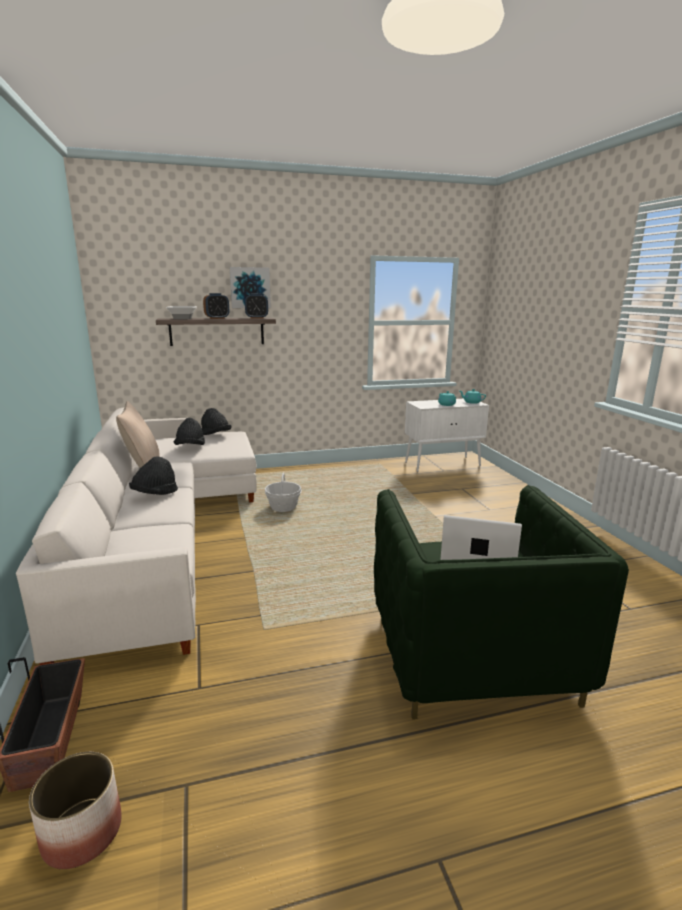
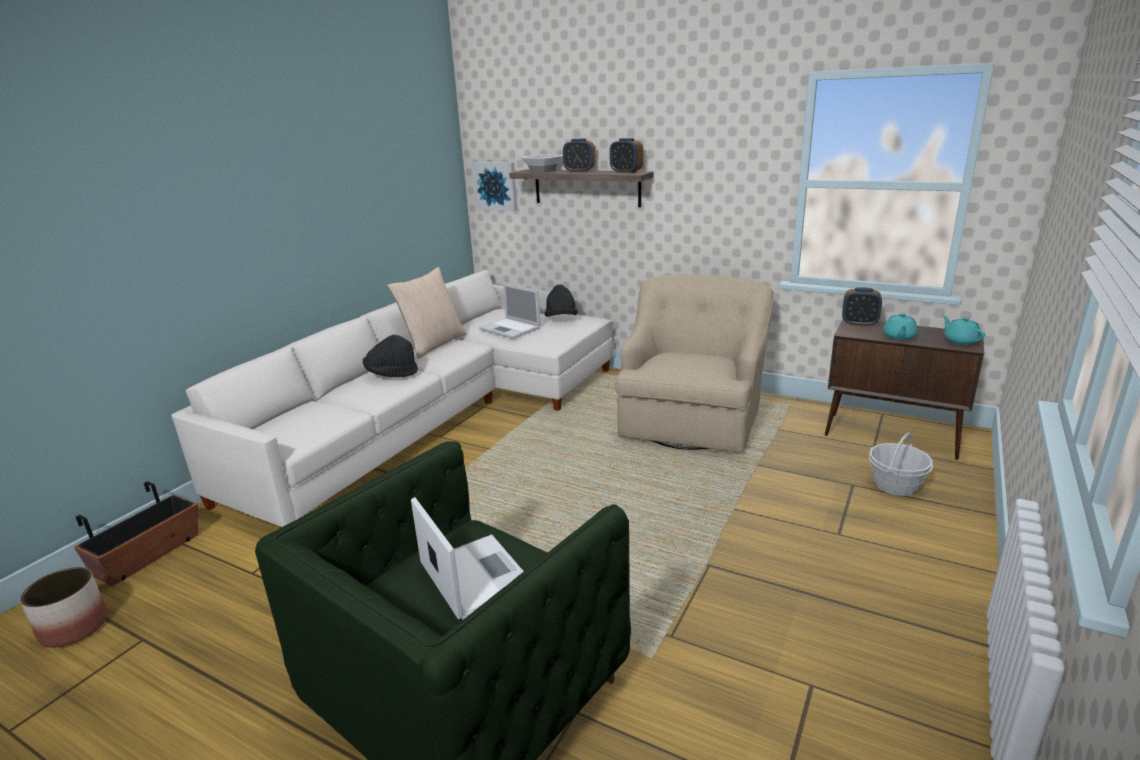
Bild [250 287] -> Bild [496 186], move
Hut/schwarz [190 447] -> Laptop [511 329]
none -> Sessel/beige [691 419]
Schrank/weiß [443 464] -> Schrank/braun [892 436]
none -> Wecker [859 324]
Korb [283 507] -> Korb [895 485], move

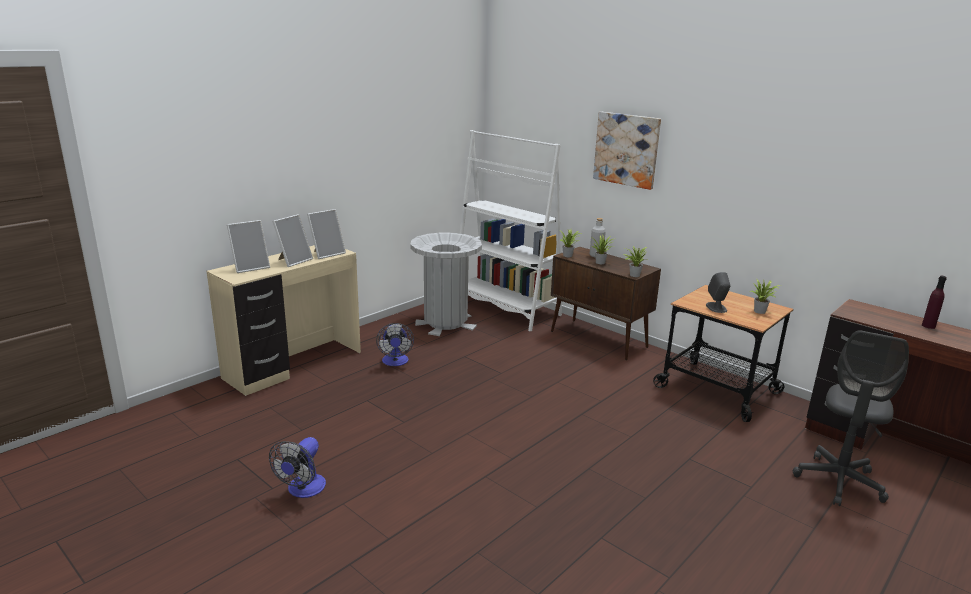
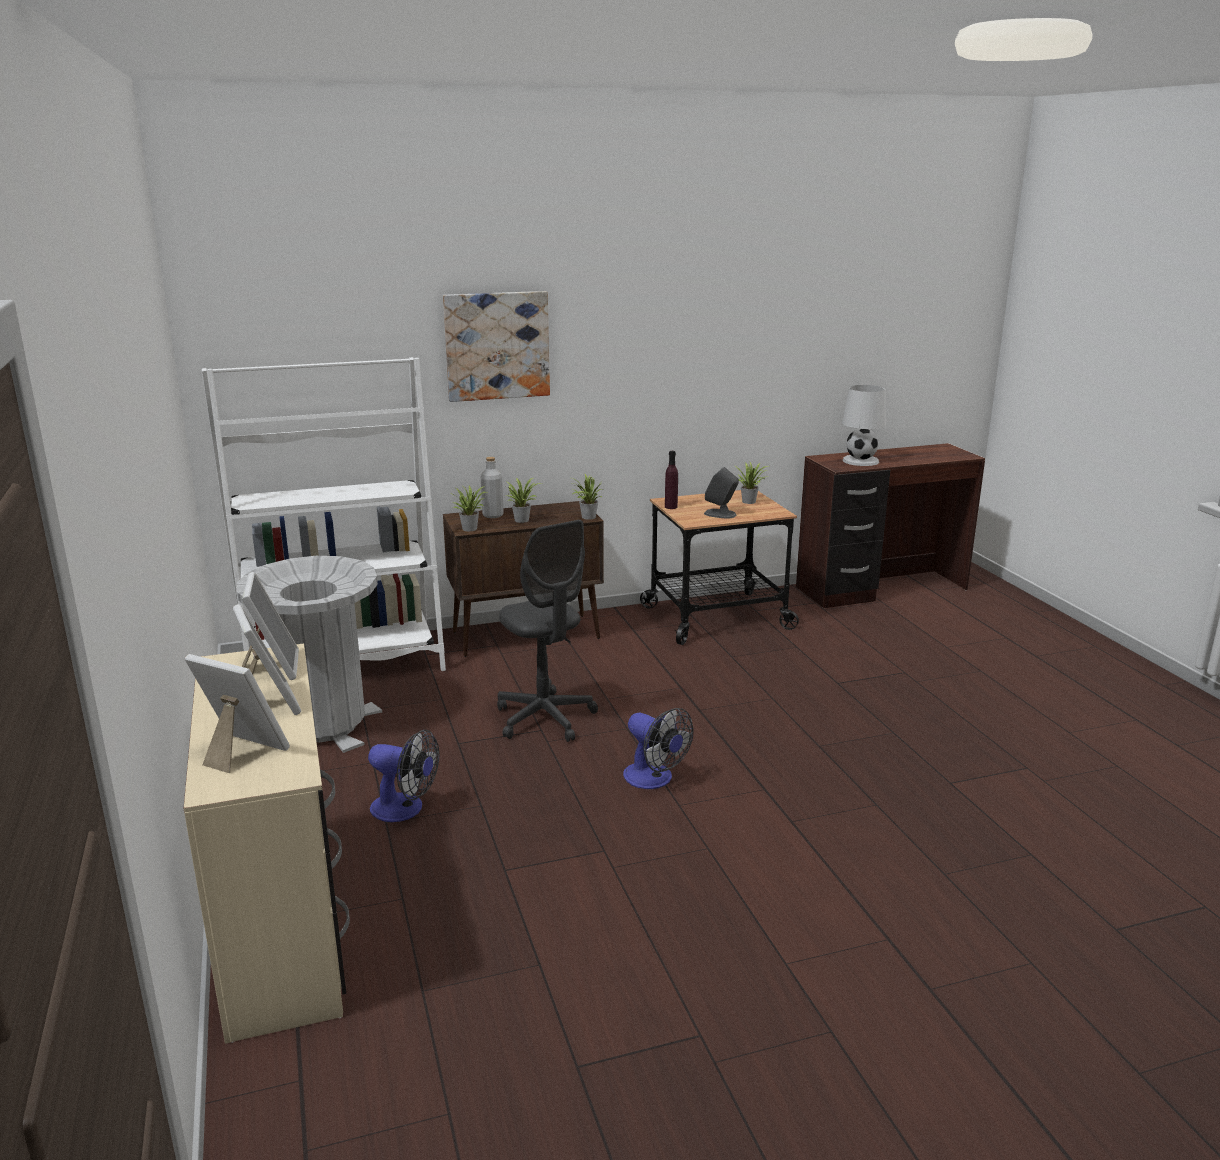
Bilderrahmen [250 267] -> Bilderrahmen [240 753], 60 degrees counterclockwise
Bürostuhl/grau [838 482] -> Bürostuhl/grau [545 718], move
Ventilator [303 490] -> Ventilator [654 779], move
Flasche/lila [928 326] -> Flasche/lila [671 507], move
none -> Tischlampe/weiß [860 461]

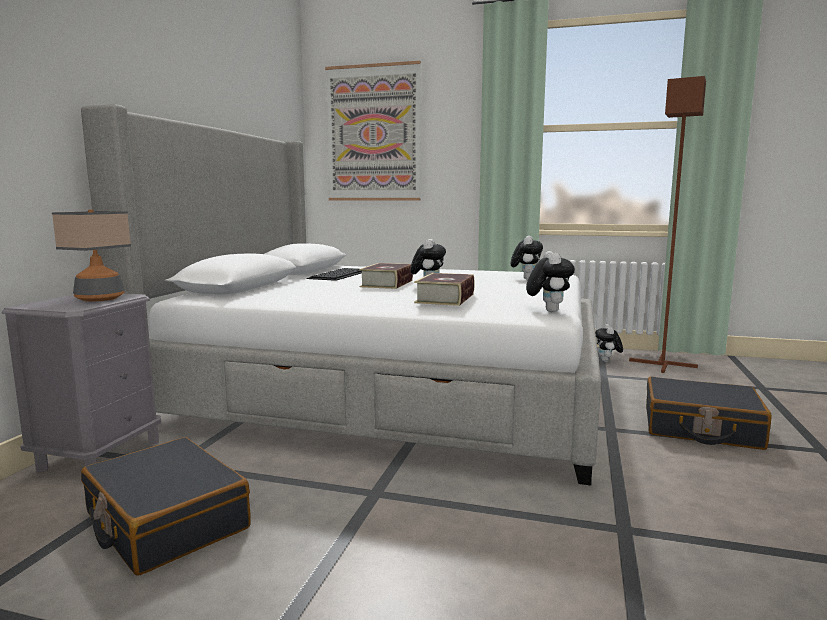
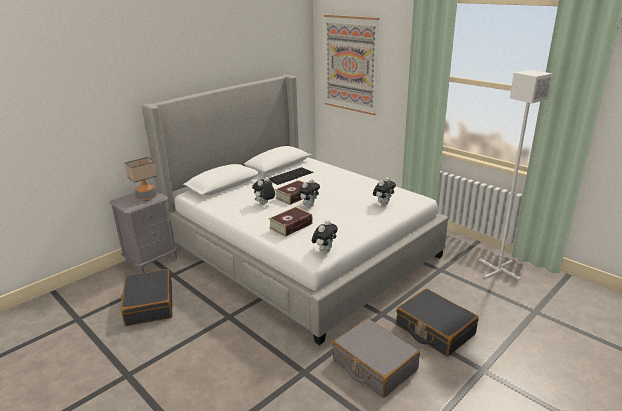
Plüschtier [607 361] -> Plüschtier [264 204], move
none -> Koffer/grau [374 365]
Stehlampe/braun [663 364] -> Stehlampe/weiß [498 270]

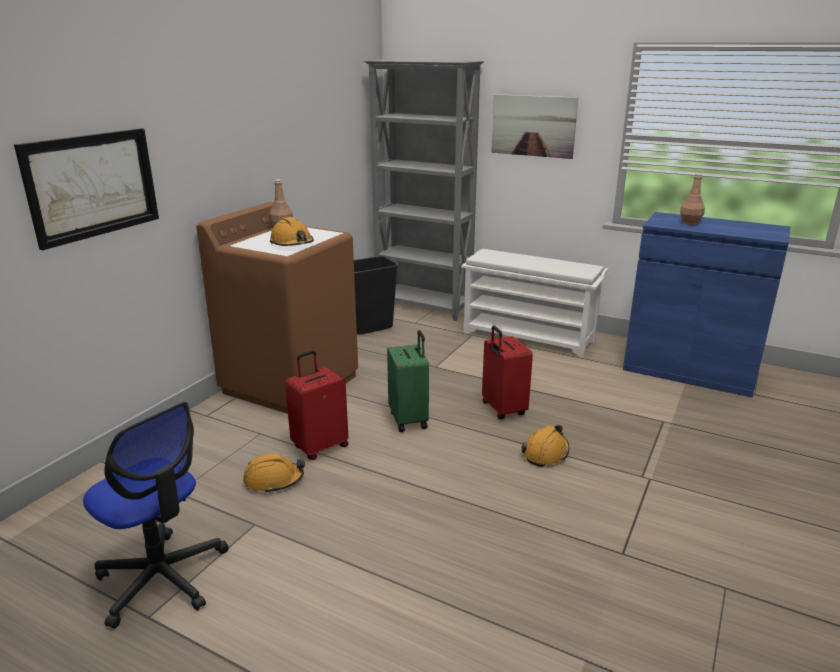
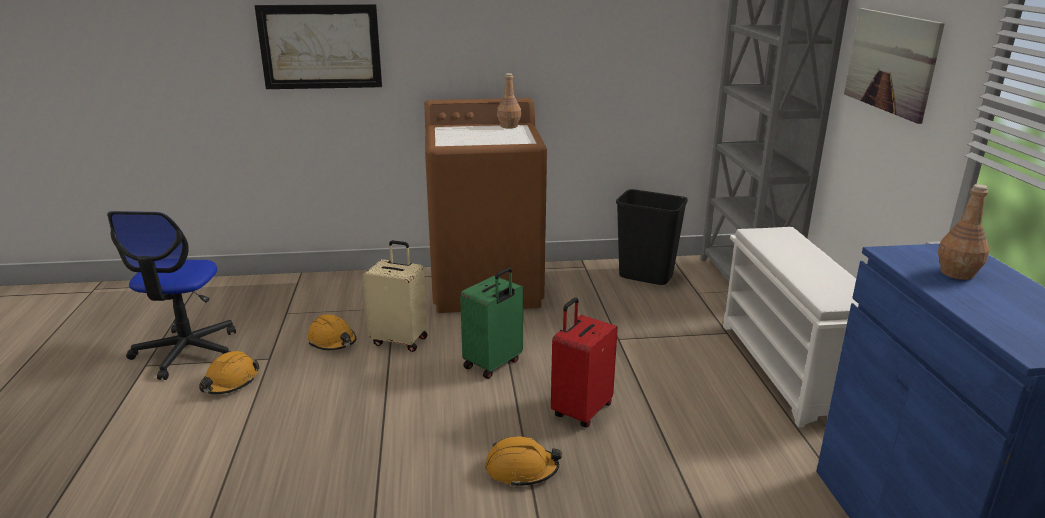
Schutzhelm/orange [292 243] -> Schutzhelm/orange [230 382], move
Koffer/rot [320 447] -> Koffer/beige [400 340]

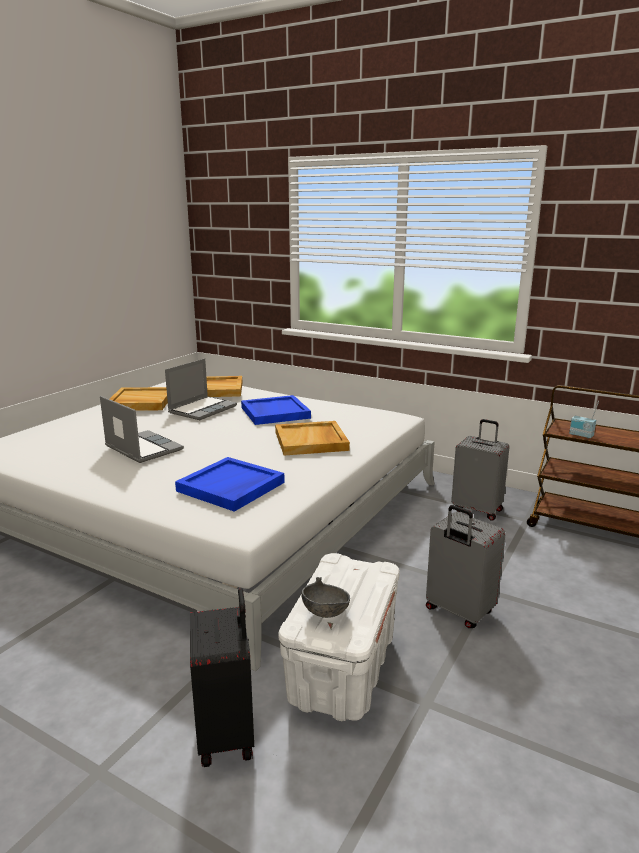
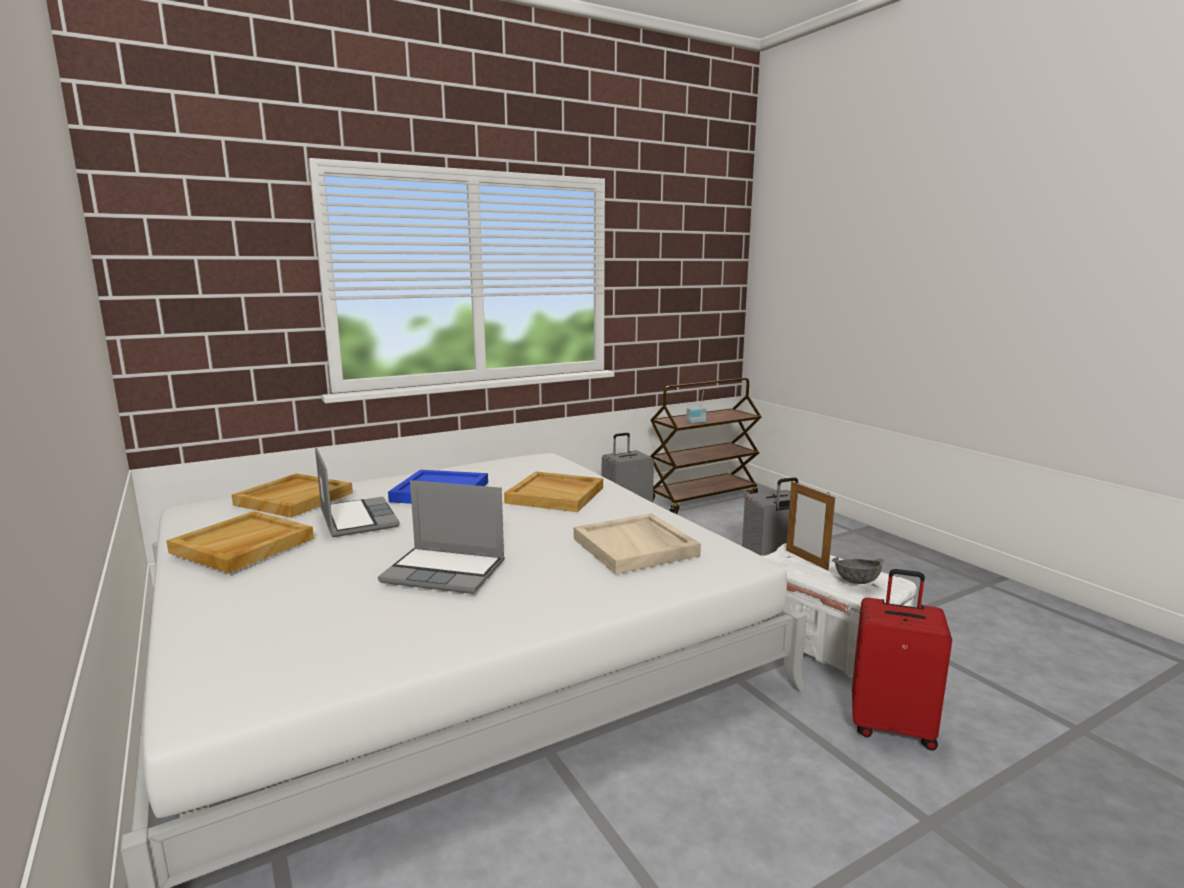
Laptop [142 448] -> Laptop [446 571], 150 degrees counterclockwise
Tablett/blau [231 487] -> Tablett/beige [636 547]
none -> Bilderrahmen [806 560]
Koffer/schwarz [228 734] -> Koffer/rot [892 726]

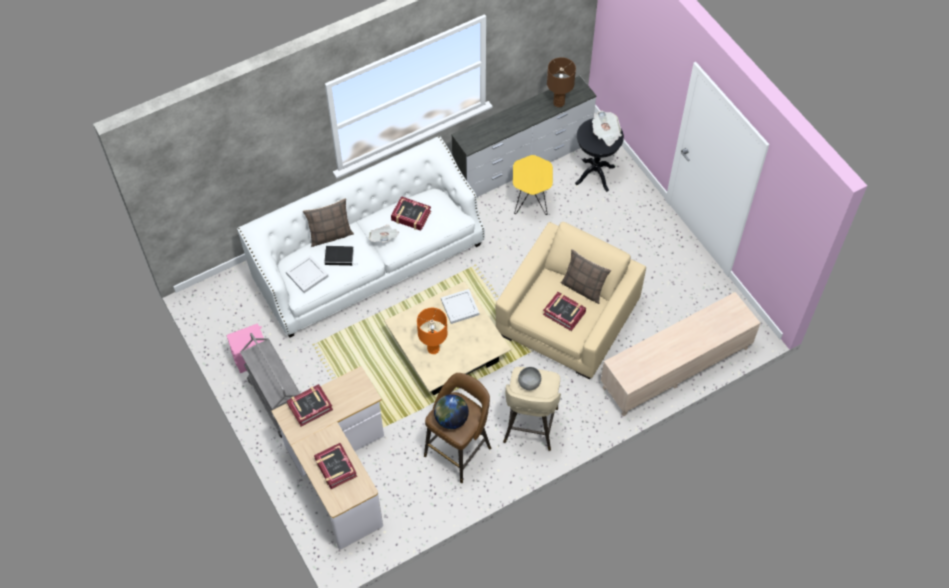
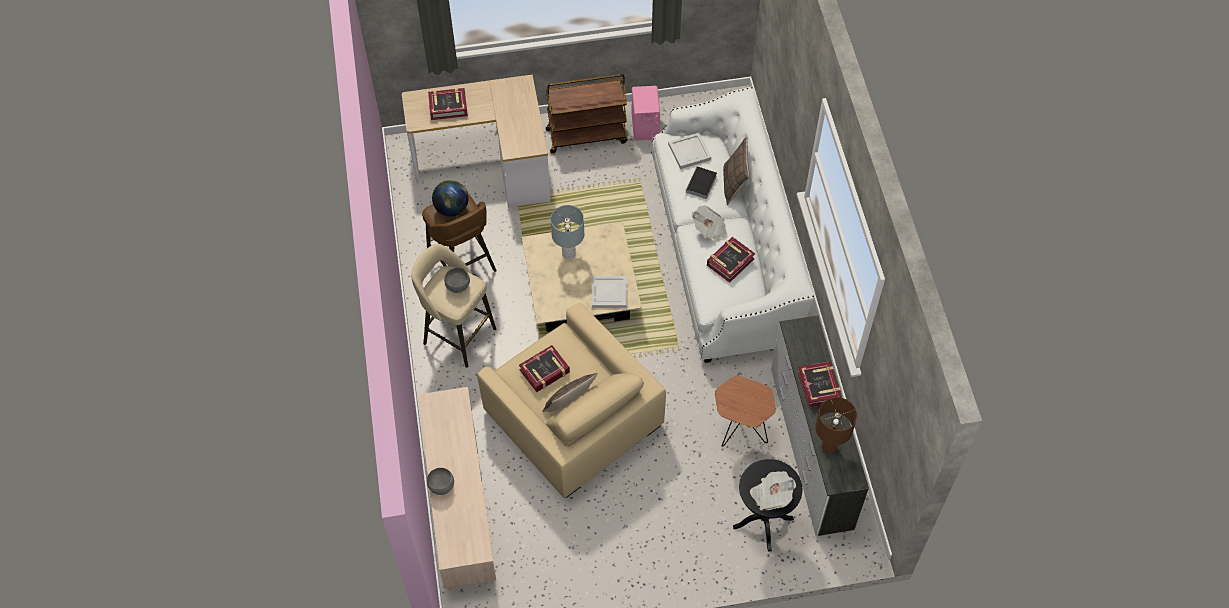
none -> Schüssel/grau [441 486]
Rollwagen/grau [277 401] -> Rollwagen/braun [587 135]
Tischlampe/orange [433 349] -> Tischlampe/grau [568 254]
Beistelltisch/gelb [530 207] -> Beistelltisch/braun [740 433]
Buch [310 407] -> Buch [819 387], move

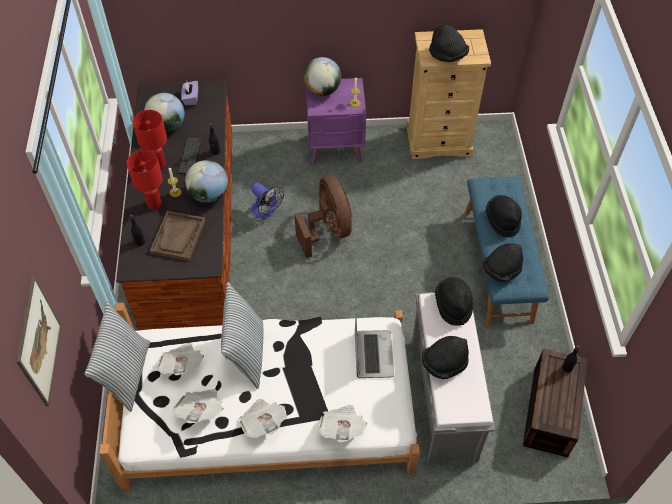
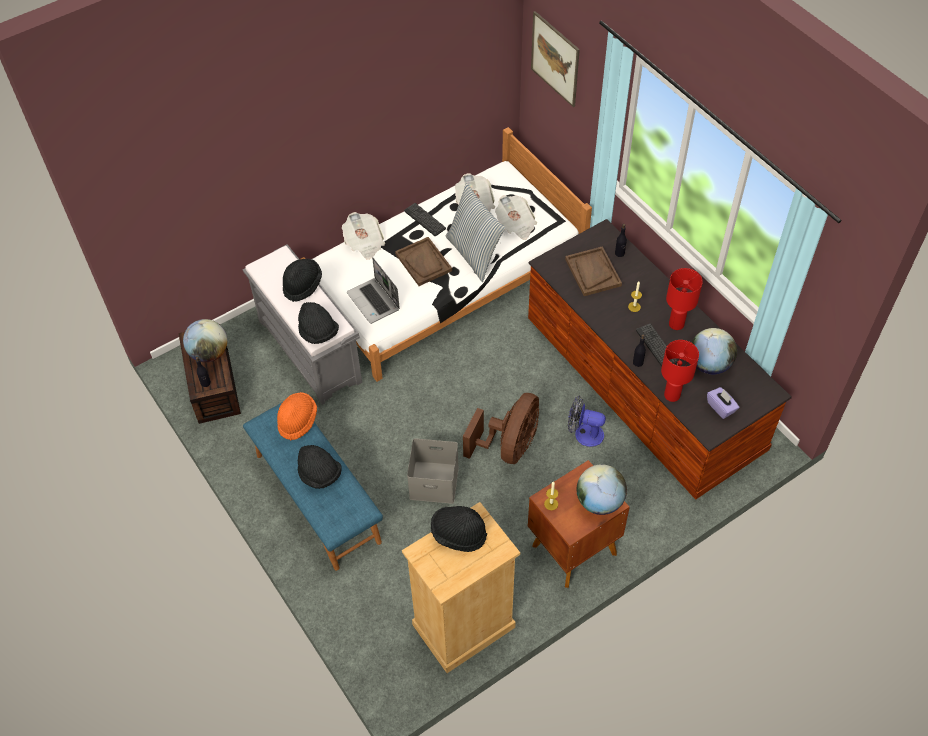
Globus [209 195] -> Globus [209 353], move
Hut/schwarz [501 270] -> Hut/orange [297 421]
none -> Tablett/braun [423 262]
Zeitung [263 422] -> Tastatur [425 220]
none -> Aufbewahrungsbox/grau [433 483]
Ventilator/braun [328 230] -> Ventilator/braun [509 446], 105 degrees counterclockwise
Nachttisch/lila [336 148] -> Nachttisch/braun [572 549]
Tischlampe/rot [154 204] -> Tischlampe/rot [672 395], move
Kissen [127 374] -> none

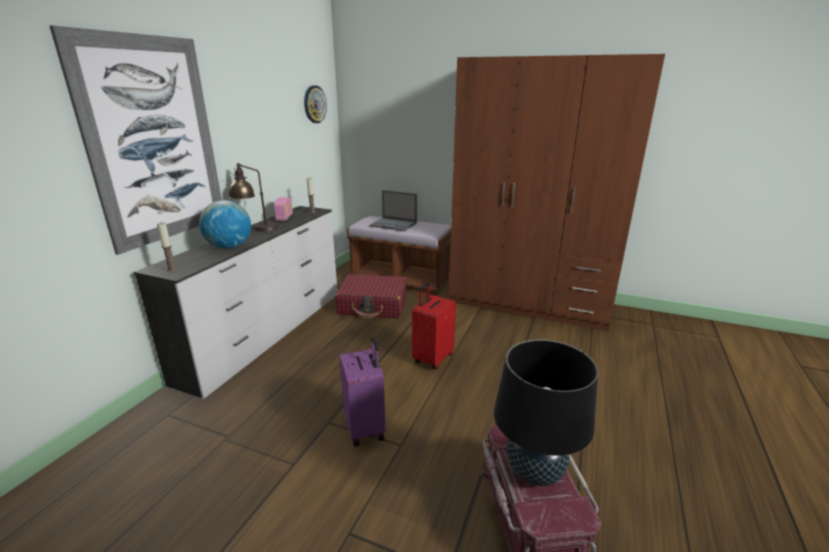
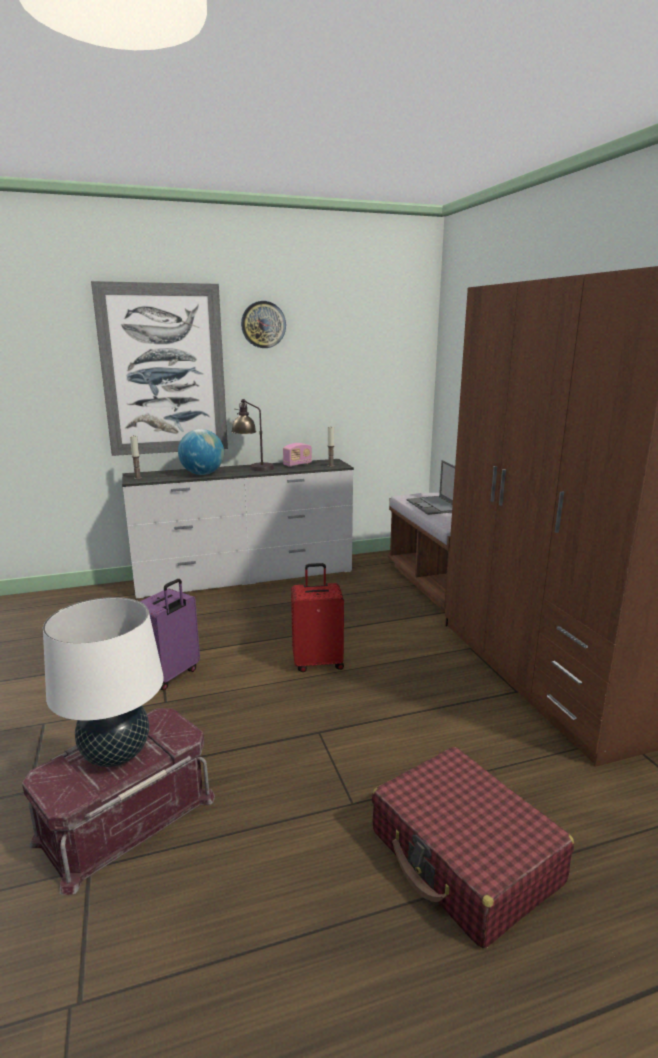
Tischlampe/schwarz [534 472] -> Tischlampe/weiß [116 754]
Wanduhr [314 104] -> Wanduhr [263 324], move
Koffer/rot [373 305] -> Koffer/rot [464 857], move

